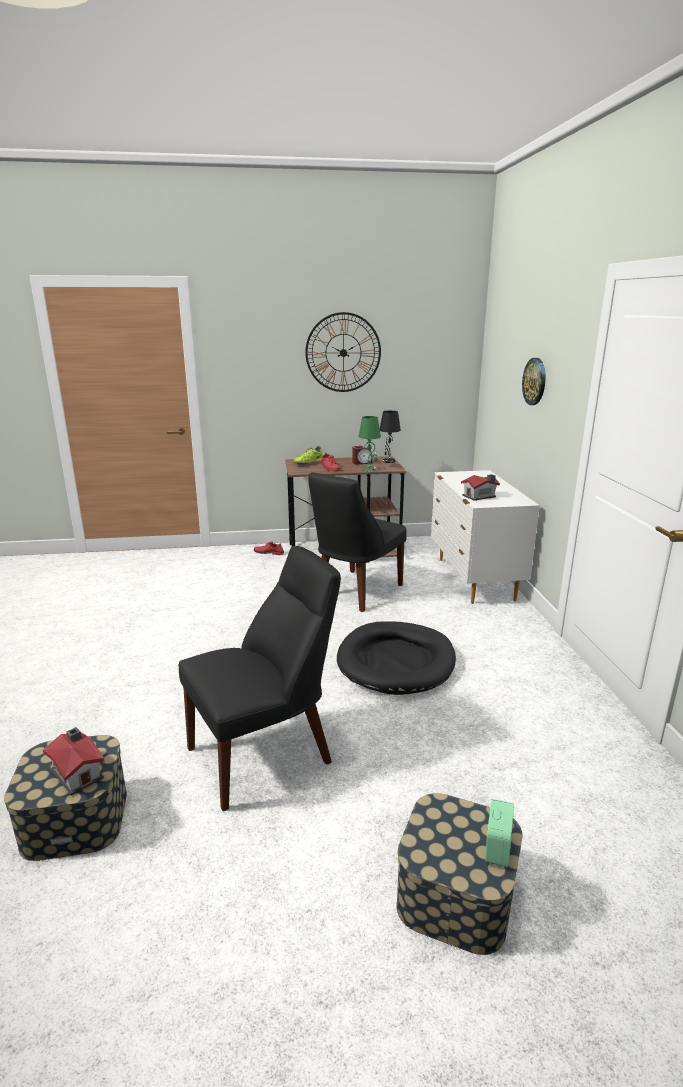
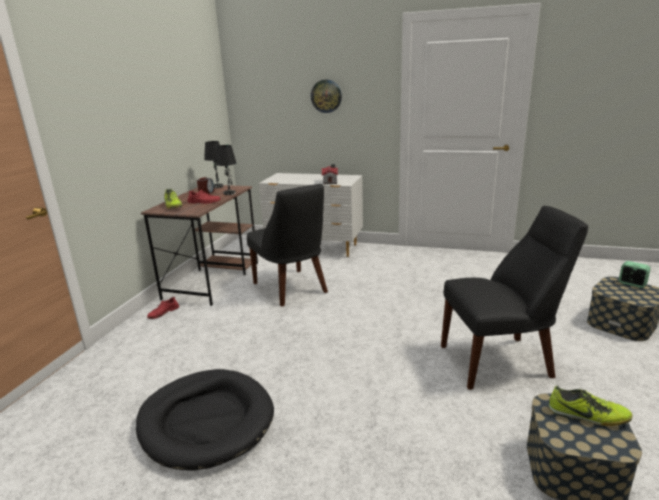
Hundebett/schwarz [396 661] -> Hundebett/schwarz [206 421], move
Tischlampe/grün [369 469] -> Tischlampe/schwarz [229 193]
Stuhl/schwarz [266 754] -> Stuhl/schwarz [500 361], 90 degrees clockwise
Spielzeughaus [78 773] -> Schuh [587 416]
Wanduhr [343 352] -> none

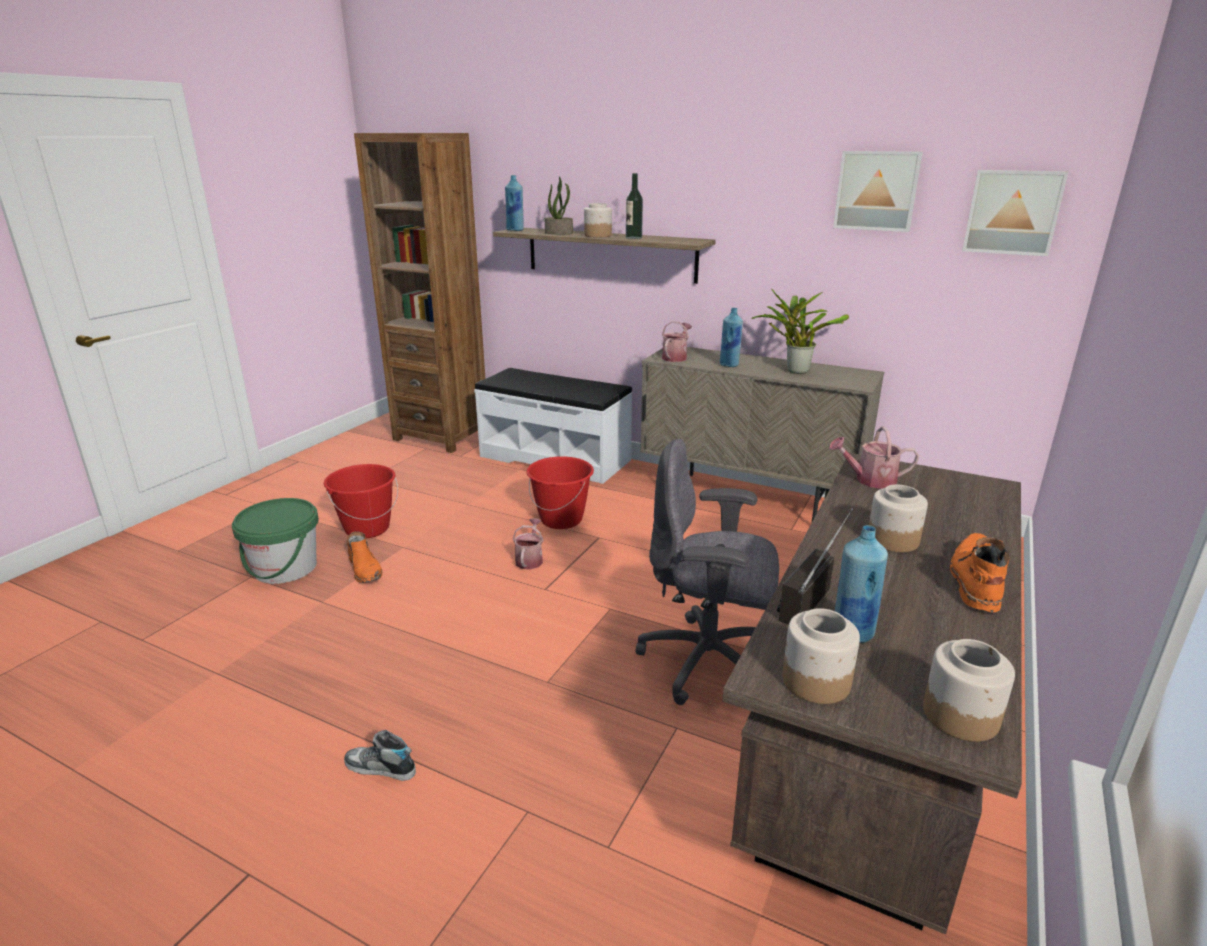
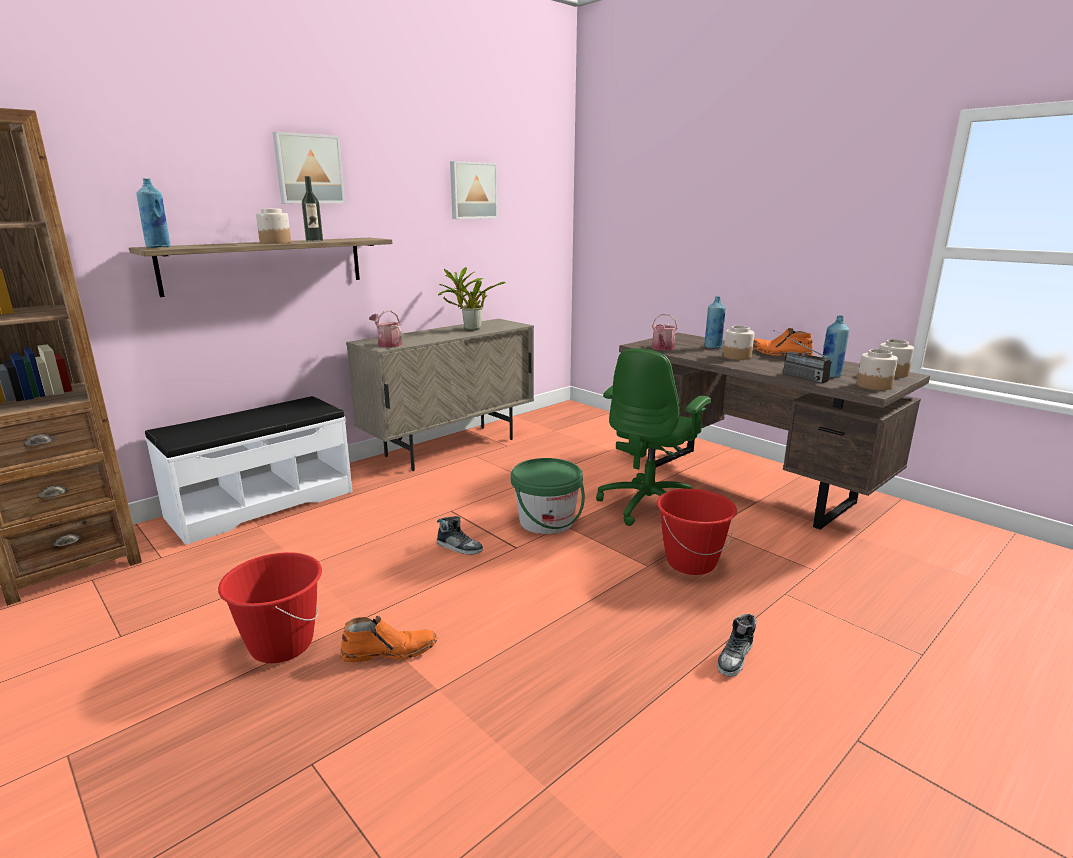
Bild [1012 212] -> Bild [308 169], move
Gießkanne [530 559] -> Schuh [459 547]
Eimer/grün [285 568] -> Eimer/grün [546 521], move
Bürostuhl/grau [708 662] -> Bürostuhl/grün [648 505]
Eimer/rot [561 519] -> Eimer/rot [690 562], move
Flasche/blau [729 365] -> Flasche/blau [713 347], move
Topfpflanze [559 233] -> none

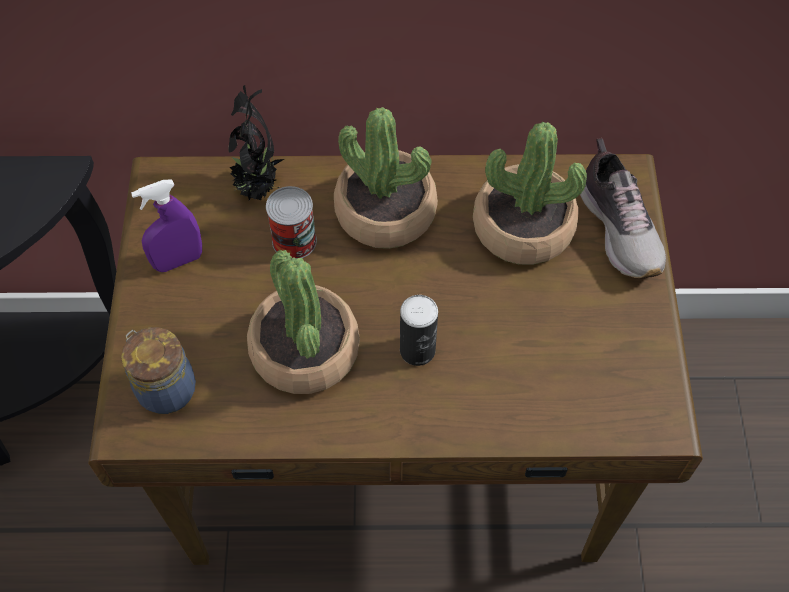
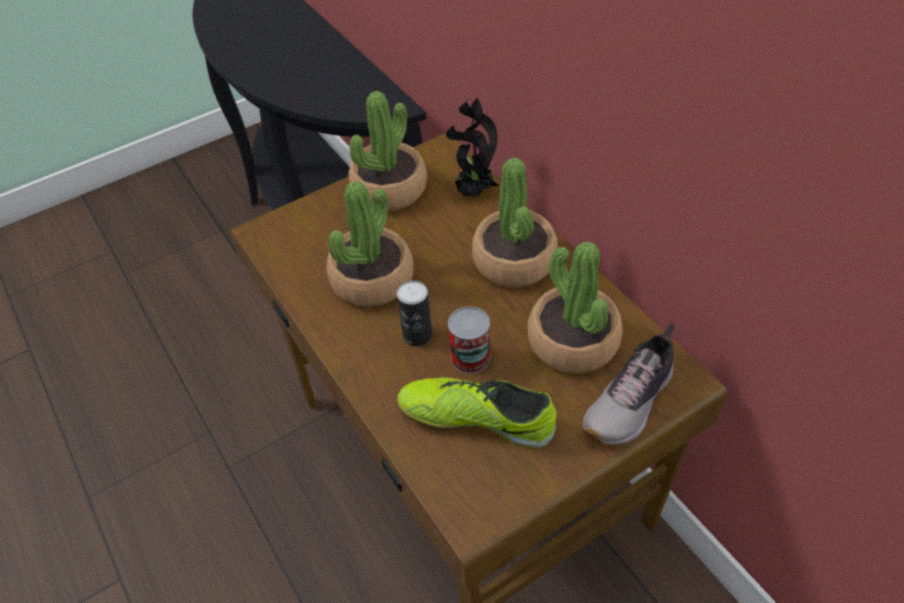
Sprühflasche/lila [178 261] -> Topfpflanze [389 189]
none -> Schuh [477 418]
Dose [294 241] -> Dose [470 357], move
Vorratsglas [165 387] -> none

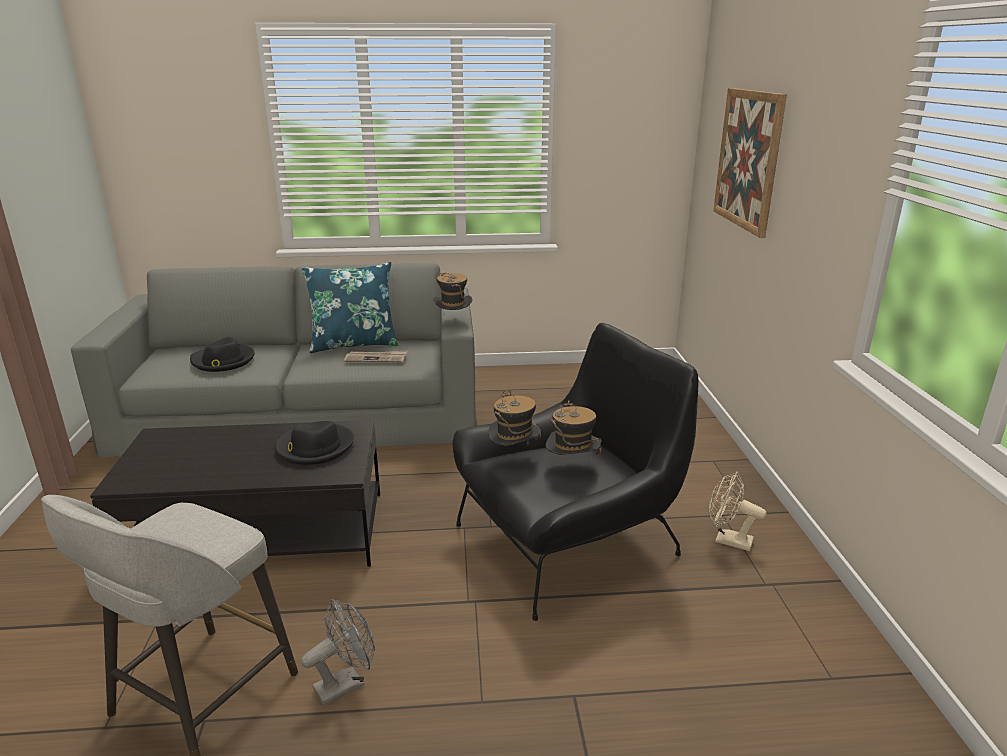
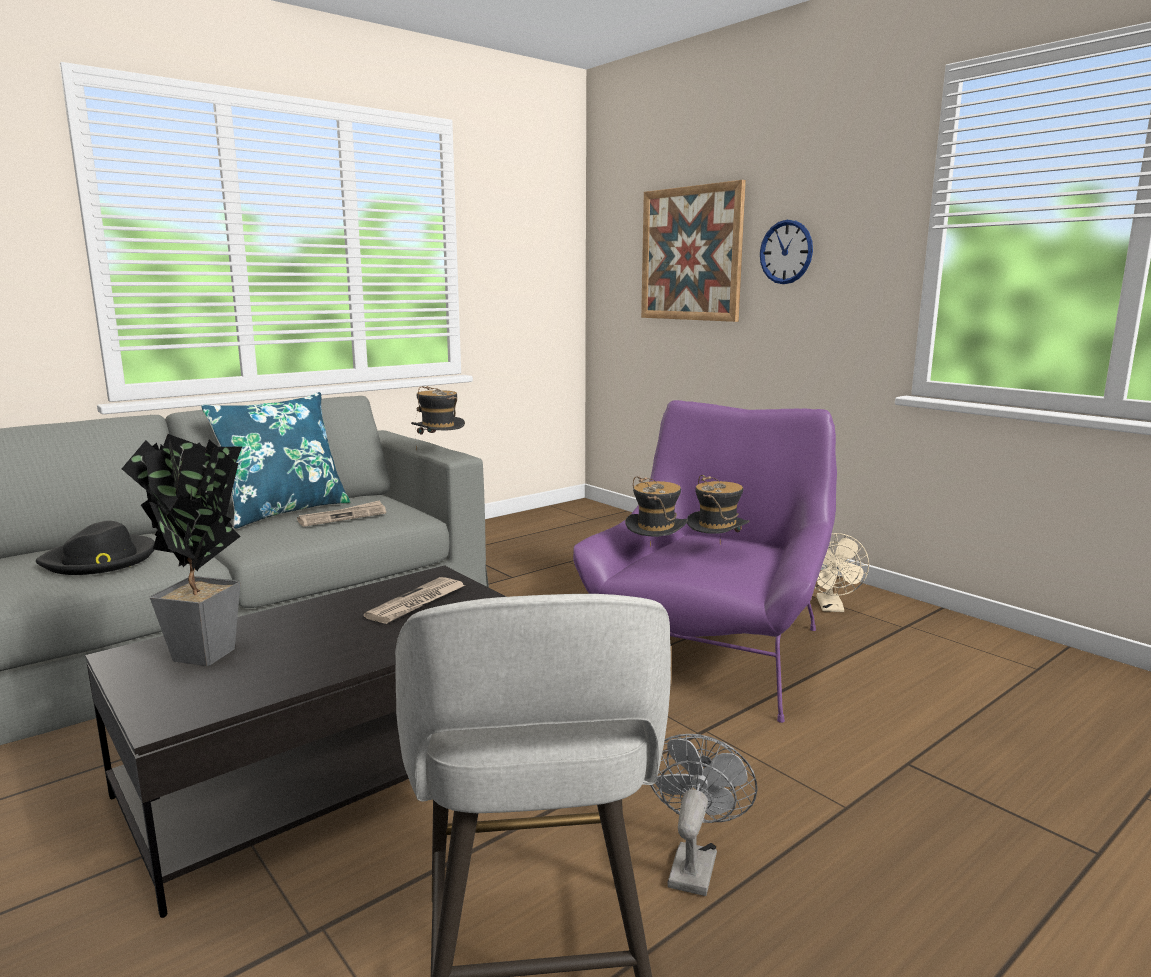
none -> Topfpflanze [208 657]
Hut/schwarz [314 447] -> Zeitung [417 603]
Sessel/schwarz [568 541] -> Sessel/lila [711 651]
none -> Wanduhr [786 252]
Ventilator/beige [727 540] -> Ventilator/beige [831 608], 75 degrees counterclockwise

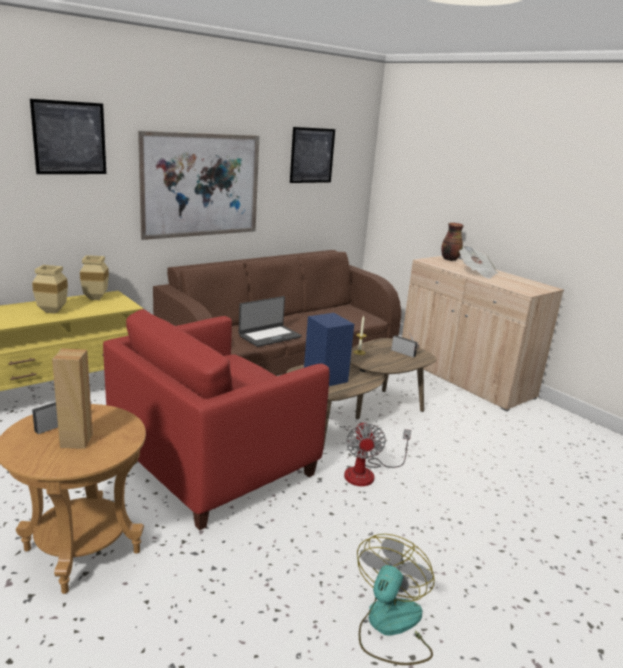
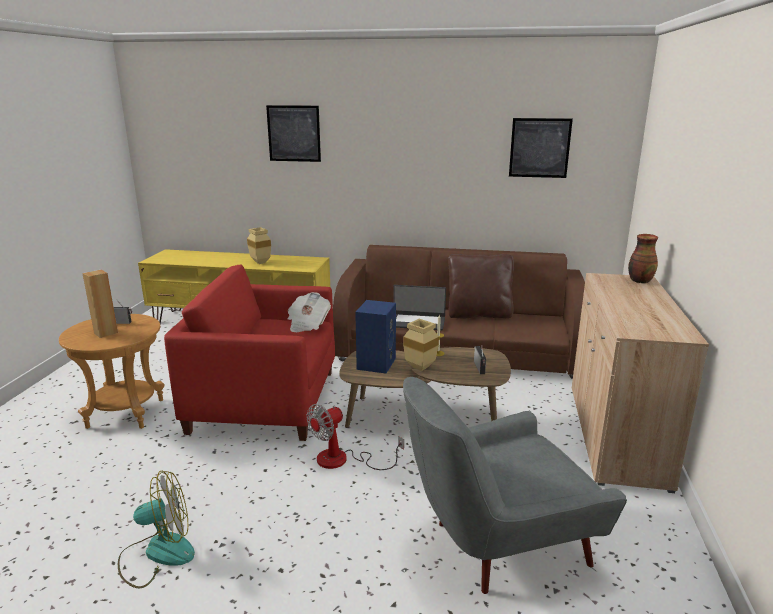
Zeitung [476 273] -> Zeitung [307 324], move
Vase/beige [94 299] -> Vase/beige [418 367], move
none -> Sessel/grau [497 545]
none -> Kissen/braun [479 314]
Bild [201 185] -> none

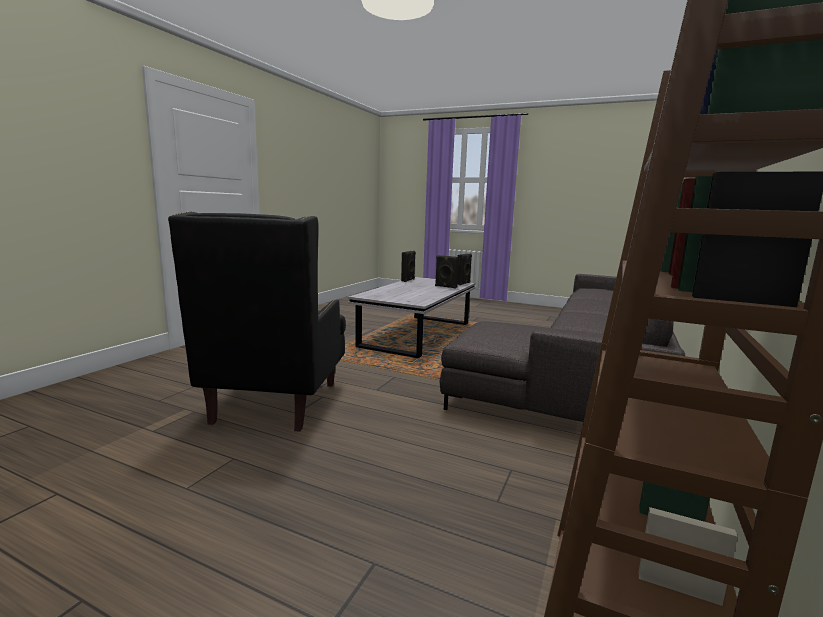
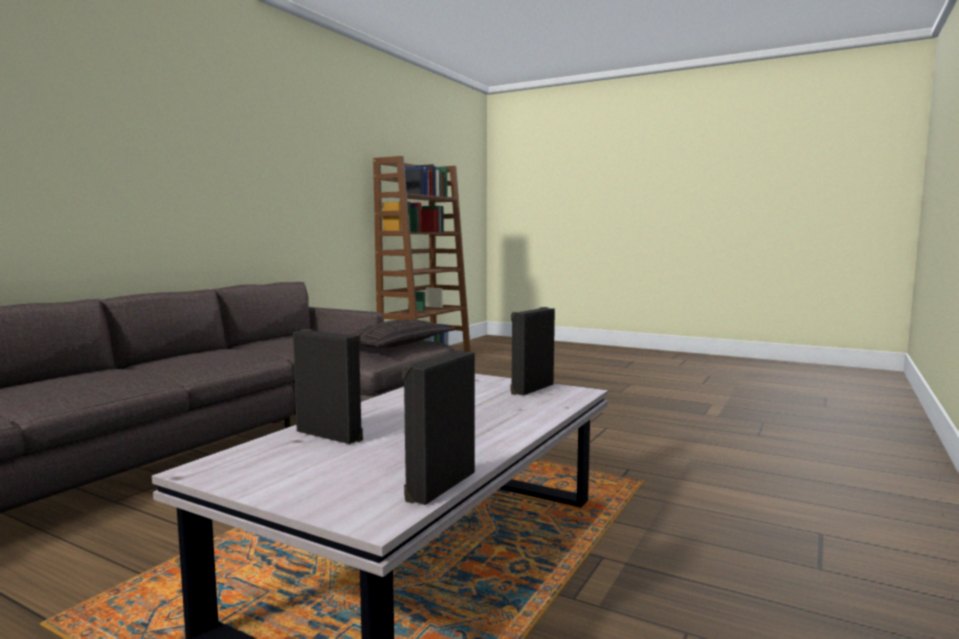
none -> Kissen [397 344]
Lautsprecher/schwarz [463 283] -> Lautsprecher/schwarz [531 389], move
Sessel/schwarz [276 403] -> none

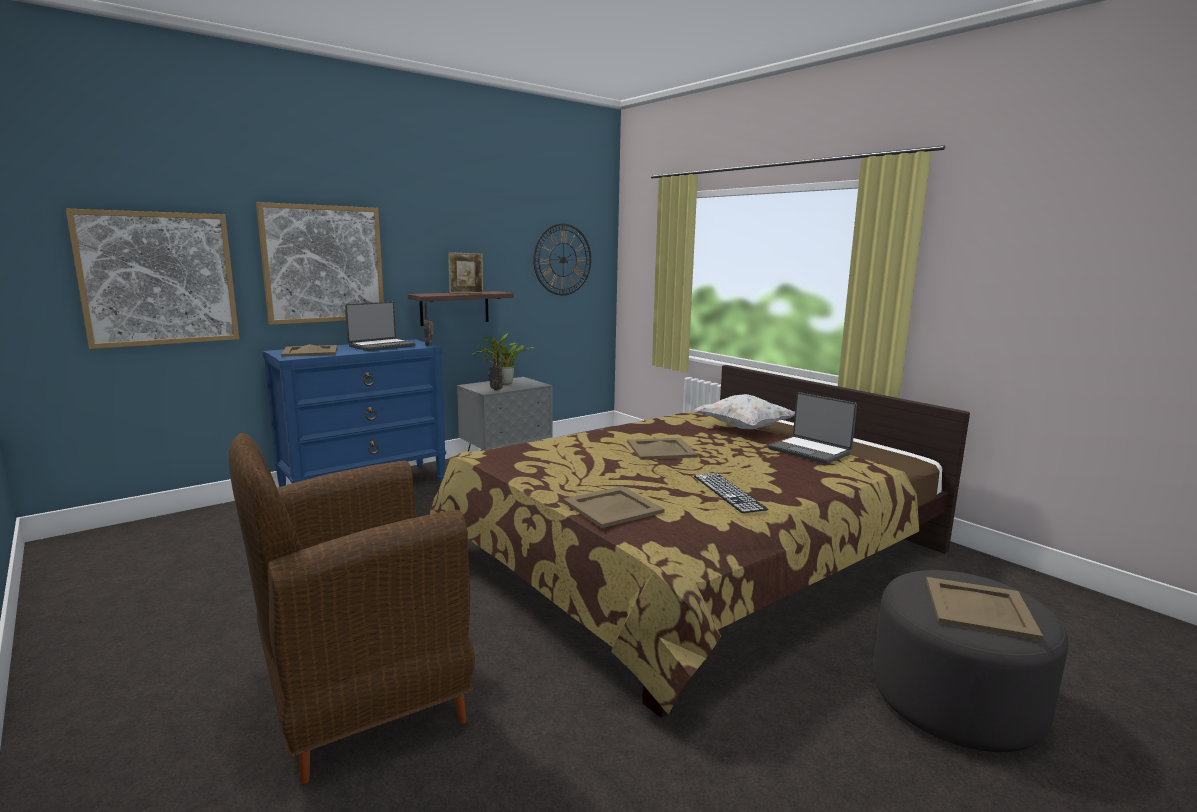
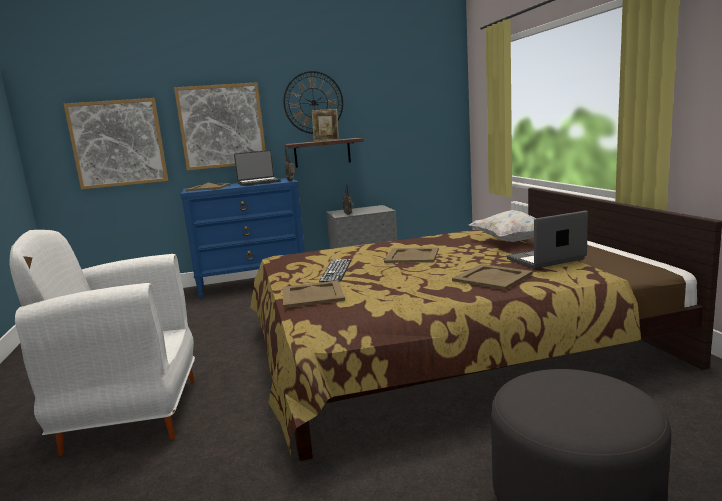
Sessel/braun [361 700] -> Sessel/weiß [131 415]
Wanduhr [563 259] -> Wanduhr [313 102], move
Tastatur [728 492] -> Tastatur [336 270], move
Tablett/beige [978 608] -> Tablett/beige [491 277], move
Laptop [810 451] -> Laptop [546 259], 90 degrees clockwise
Topfpflanze [503 383] -> none

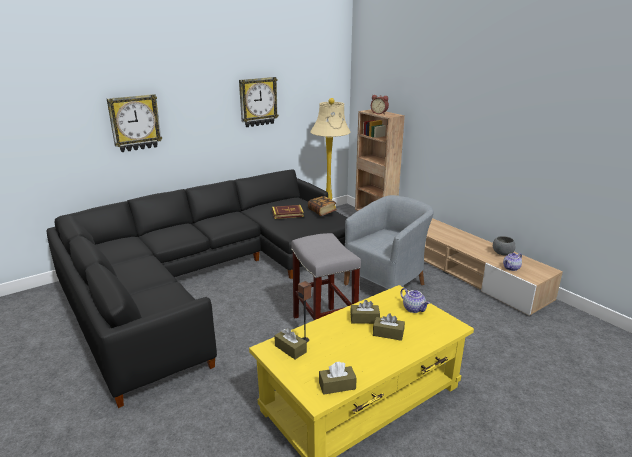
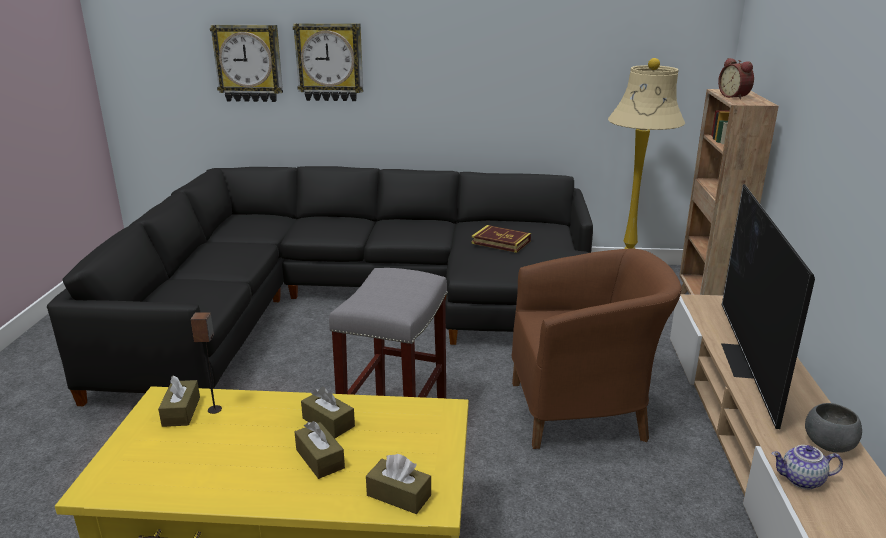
Wanduhr [258 102] -> Wanduhr [249 63], move
Taschentuchbox/braun [337 386] -> Taschentuchbox/braun [399 495], move
Sessel/grau [387 283] -> Sessel/braun [583 411]
none -> Fernseher [746 361]
Buch [322 211] -> none
Teekanne [414 309] -> none

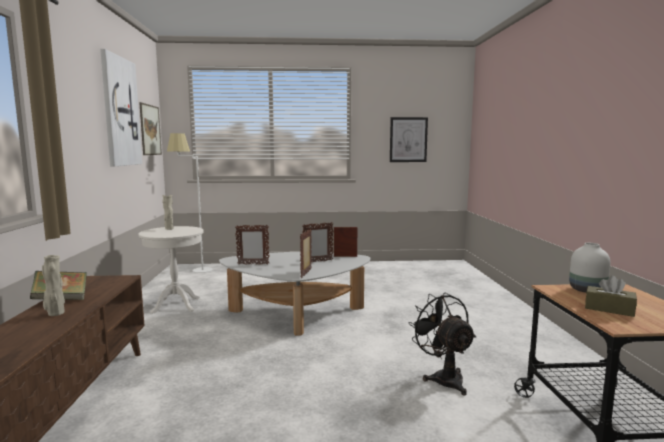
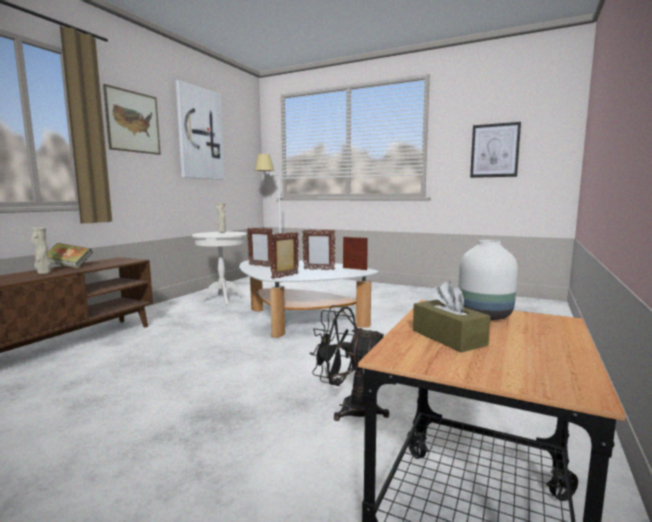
Bild [150 130] -> Bild [133 122], move
Ventilator/schwarz [443 378] -> Ventilator/schwarz [349 407], 75 degrees counterclockwise

